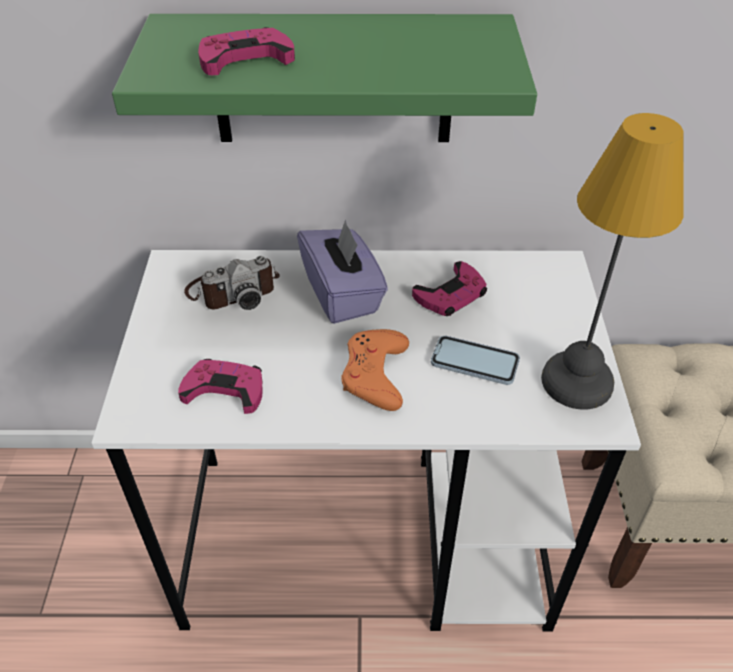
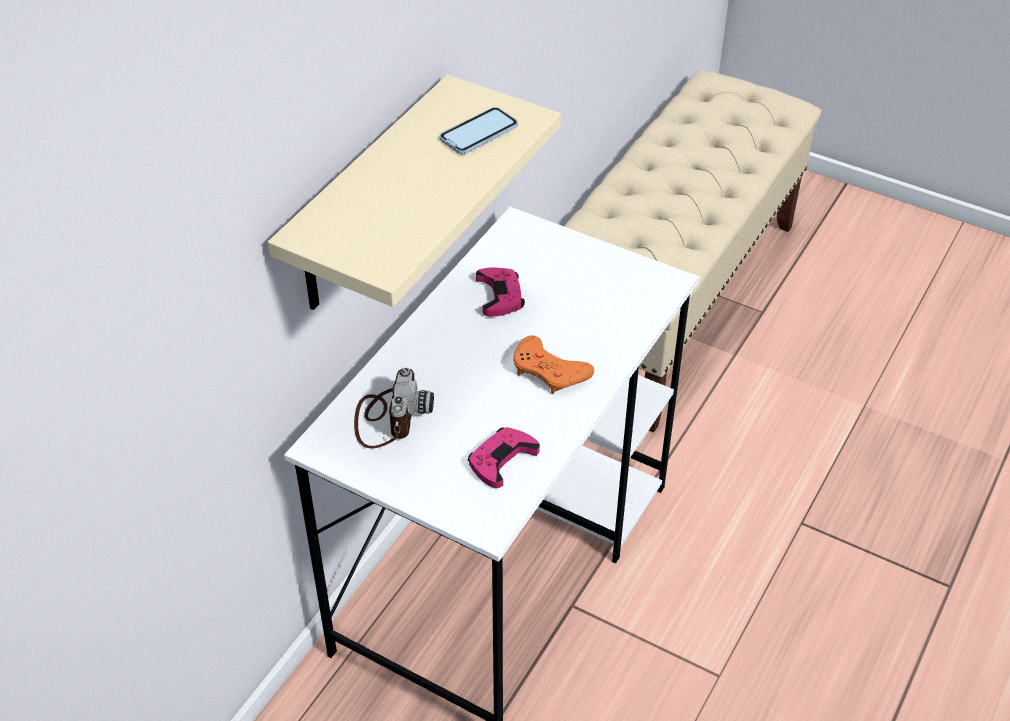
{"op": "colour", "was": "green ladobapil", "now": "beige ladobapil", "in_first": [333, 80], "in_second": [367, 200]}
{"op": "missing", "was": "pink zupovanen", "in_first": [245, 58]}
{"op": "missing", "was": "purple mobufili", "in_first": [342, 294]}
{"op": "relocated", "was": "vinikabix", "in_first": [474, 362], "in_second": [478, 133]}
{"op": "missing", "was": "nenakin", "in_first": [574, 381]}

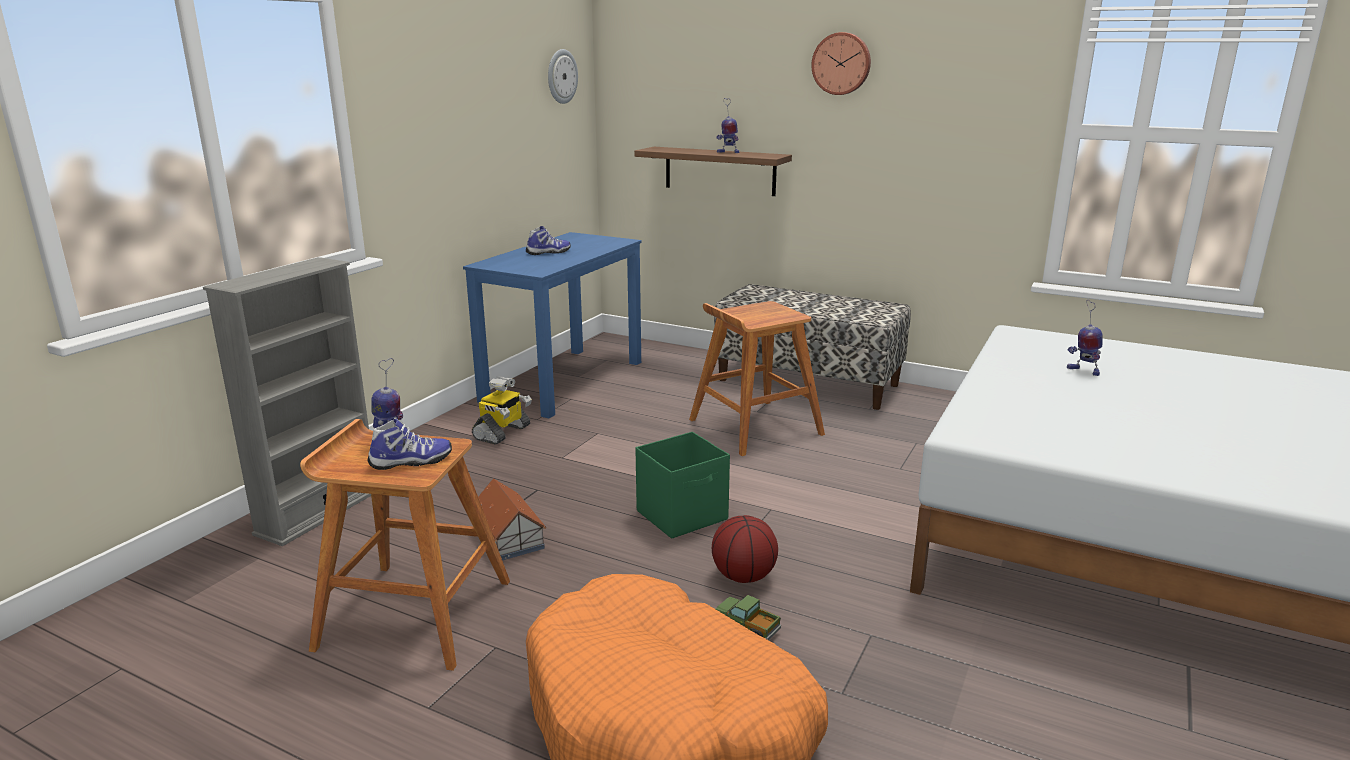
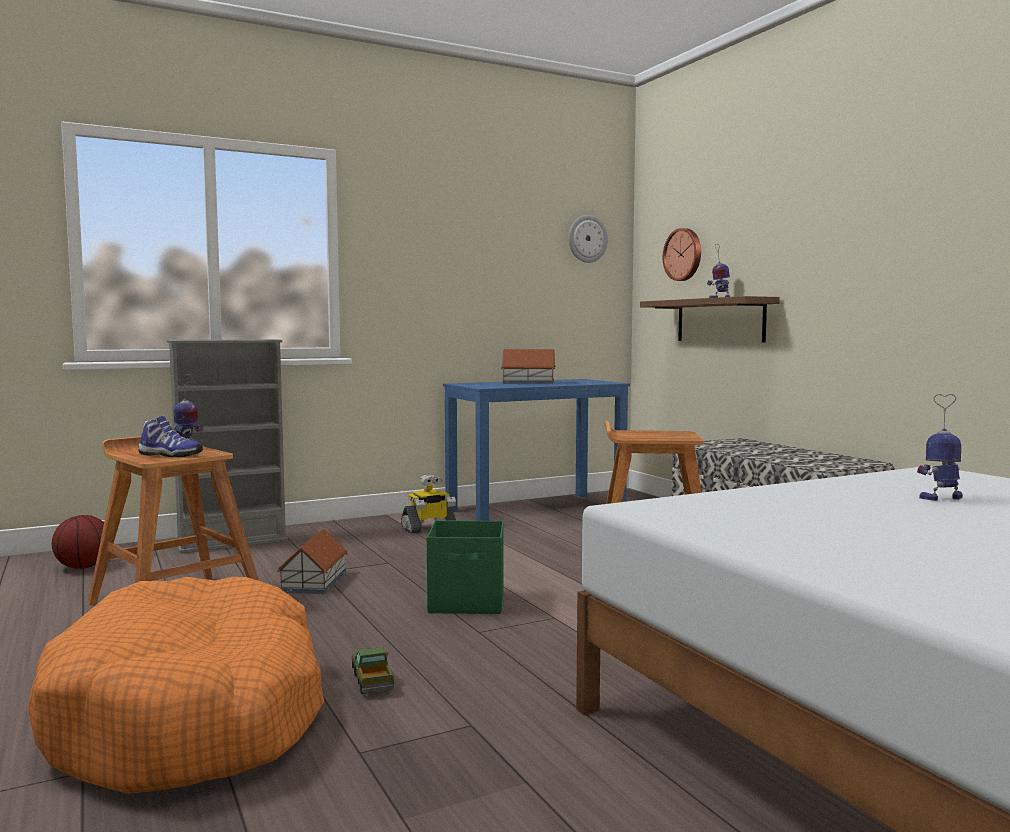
{"op": "exchanged", "was": "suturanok", "now": "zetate", "in_first": [549, 252], "in_second": [528, 383]}
{"op": "relocated", "was": "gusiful", "in_first": [743, 577], "in_second": [82, 567]}
{"op": "relocated", "was": "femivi", "in_first": [841, 63], "in_second": [684, 254]}
{"op": "spun", "was": "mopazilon", "in_first": [1083, 371], "in_second": [942, 498], "clockwise": 90}

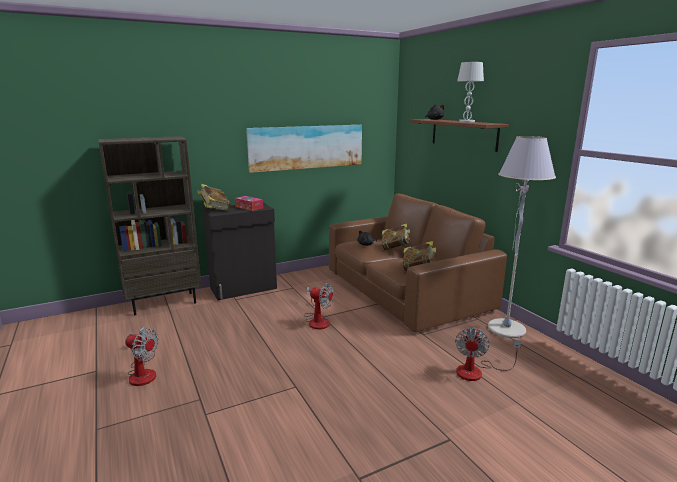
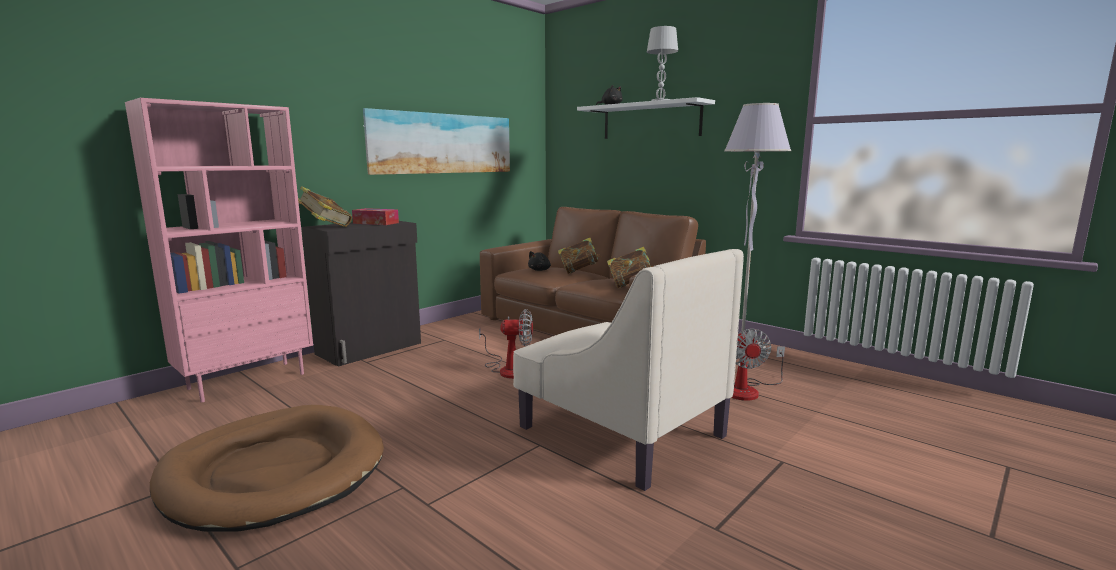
{"op": "colour", "was": "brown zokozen", "now": "pink zokozen", "in_first": [164, 303], "in_second": [247, 380]}
{"op": "exchanged", "was": "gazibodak", "now": "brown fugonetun", "in_first": [143, 372], "in_second": [274, 472]}
{"op": "colour", "was": "brown ladobapil", "now": "white ladobapil", "in_first": [463, 134], "in_second": [650, 121]}
{"op": "appeared", "now": "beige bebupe", "in_second": [620, 430]}

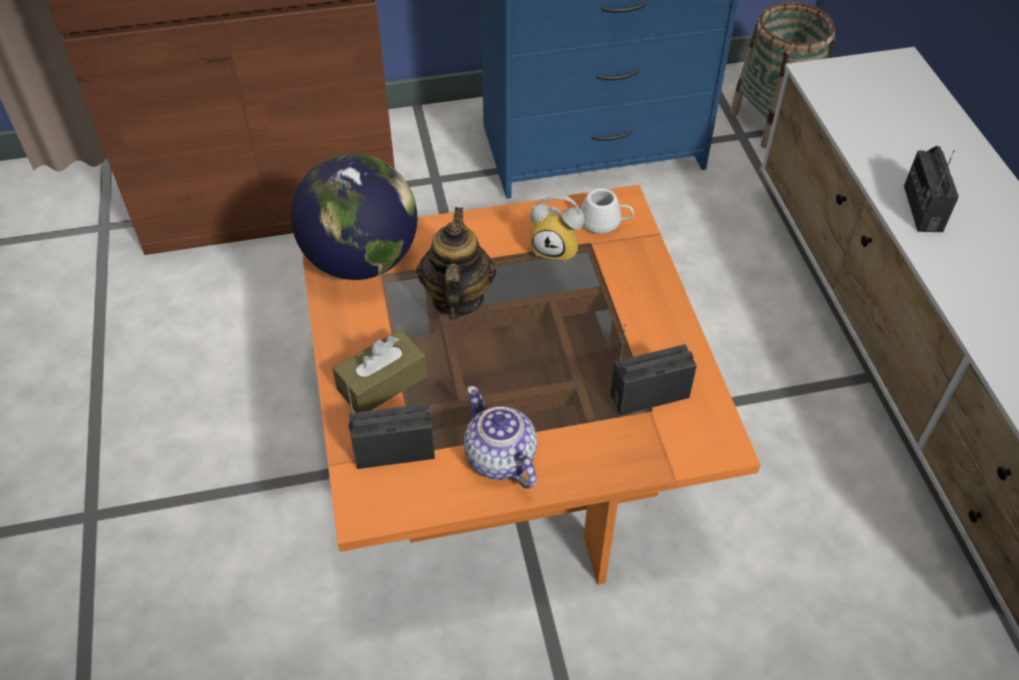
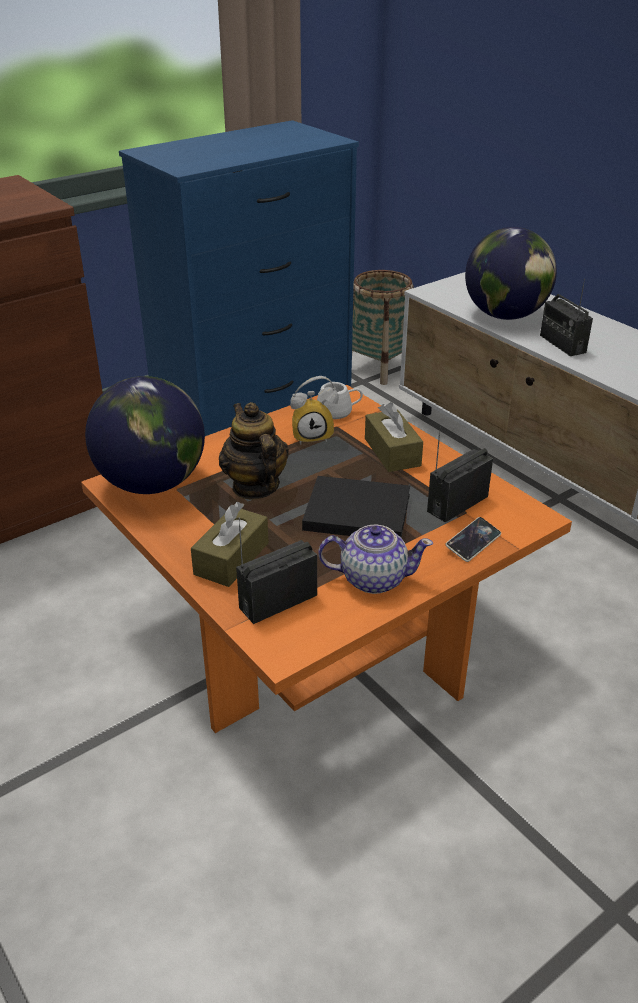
{"op": "spun", "was": "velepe", "in_first": [500, 459], "in_second": [372, 578], "clockwise": 150}
{"op": "appeared", "now": "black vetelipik", "in_second": [353, 511]}
{"op": "appeared", "now": "brown mobufili", "in_second": [392, 452]}
{"op": "appeared", "now": "vinikabix", "in_second": [473, 542]}
{"op": "appeared", "now": "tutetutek", "in_second": [505, 316]}

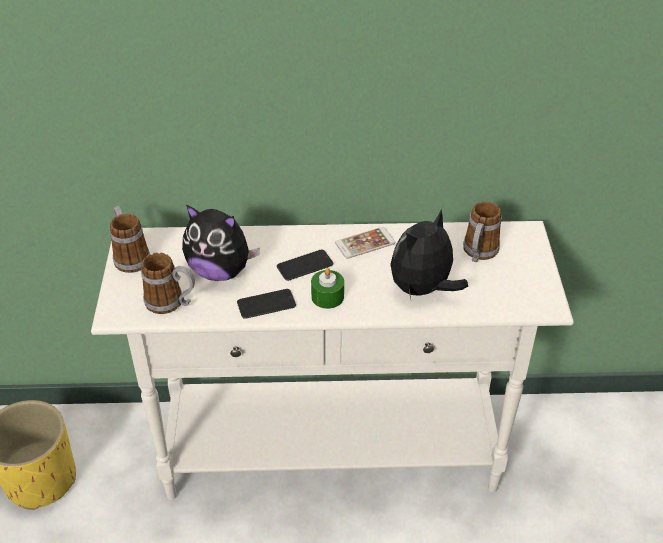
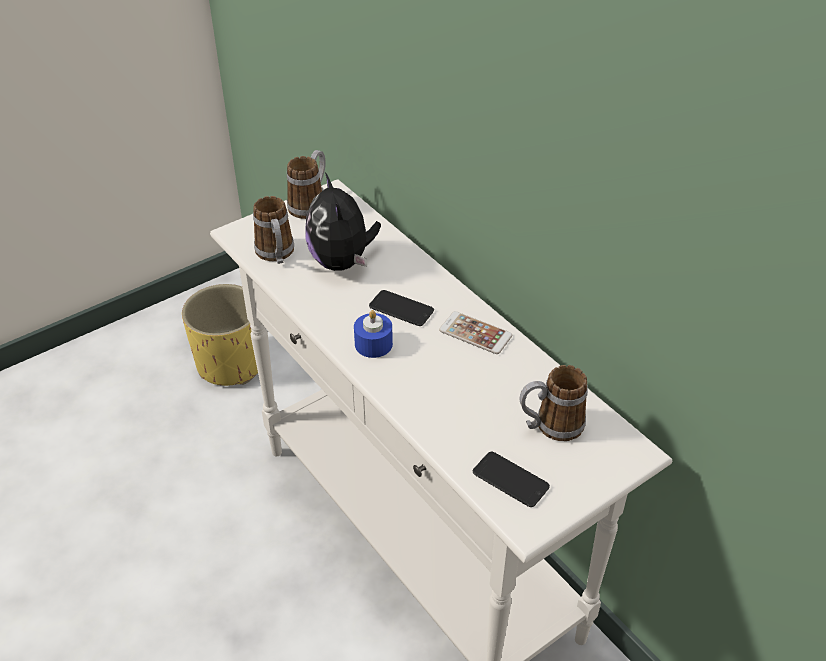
{"op": "relocated", "was": "vinikabix", "in_first": [266, 304], "in_second": [510, 480]}
{"op": "colour", "was": "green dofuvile", "now": "blue dofuvile", "in_first": [327, 296], "in_second": [373, 344]}
{"op": "missing", "was": "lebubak", "in_first": [423, 289]}

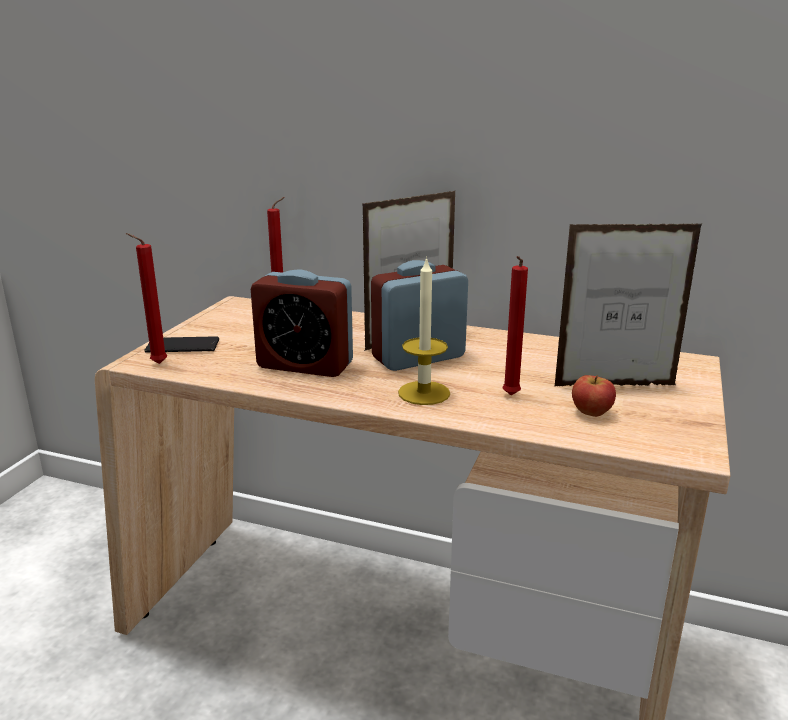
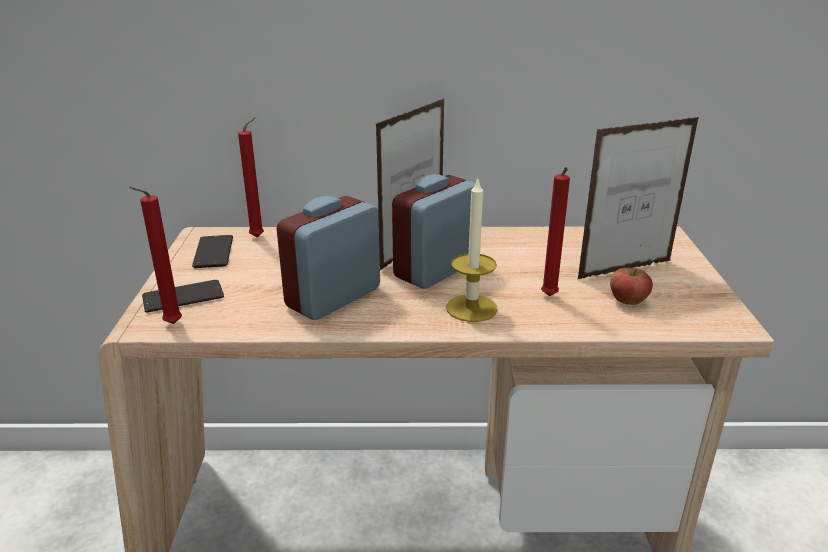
{"op": "spun", "was": "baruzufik", "in_first": [305, 365], "in_second": [333, 297], "clockwise": 135}
{"op": "appeared", "now": "vinikabix", "in_second": [213, 252]}

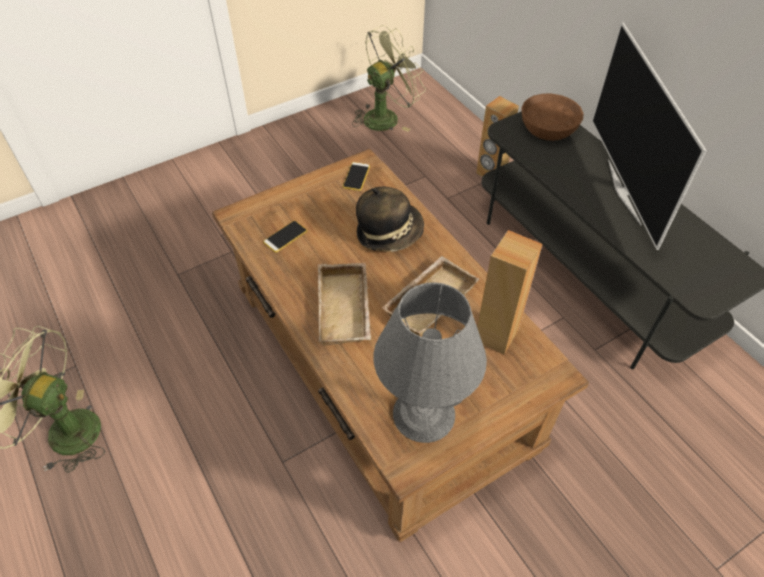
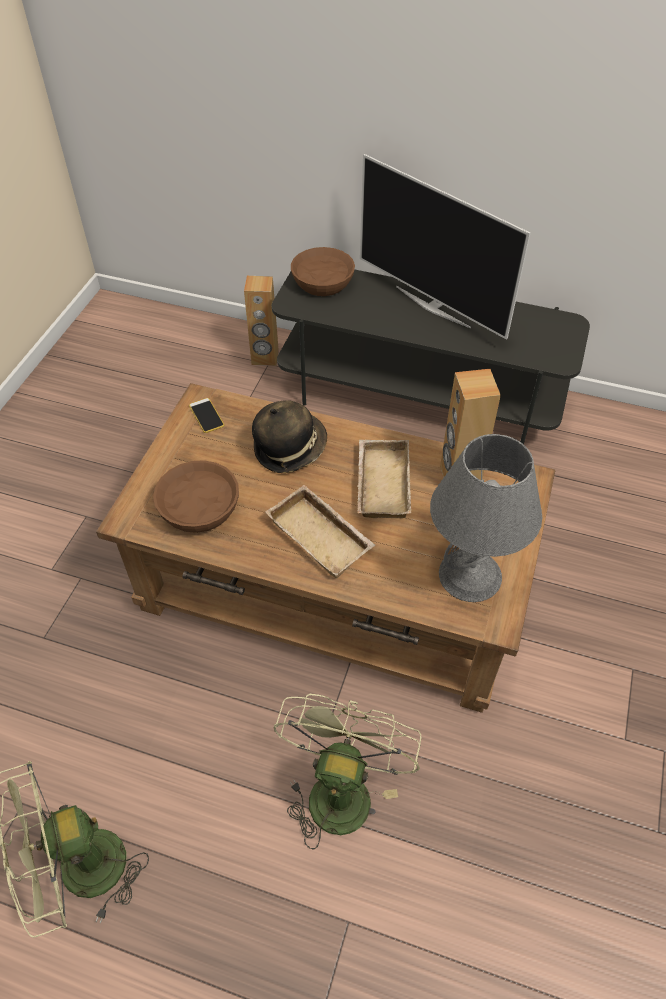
{"op": "exchanged", "was": "vinikabix", "now": "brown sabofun", "in_first": [285, 237], "in_second": [198, 509]}
{"op": "relocated", "was": "green gazibodak", "in_first": [386, 116], "in_second": [340, 787]}

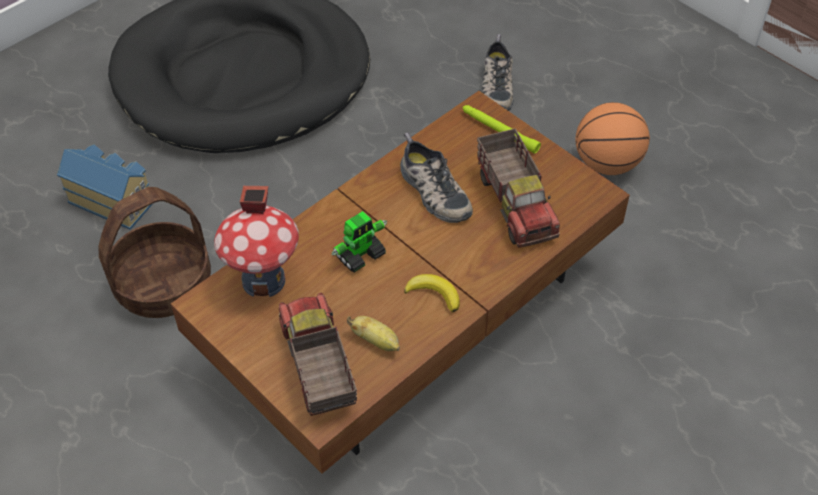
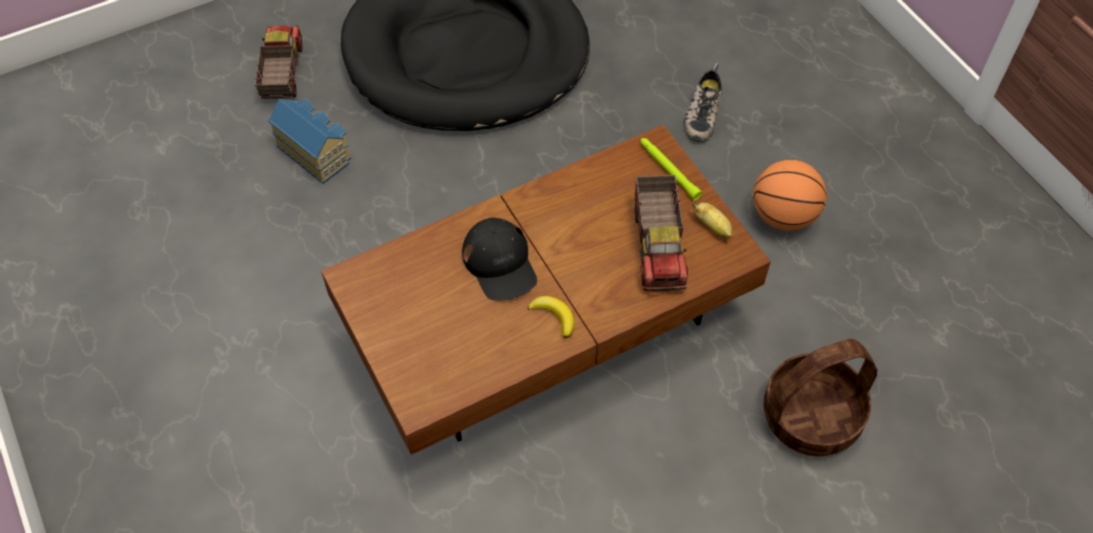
{"op": "relocated", "was": "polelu", "in_first": [163, 285], "in_second": [811, 416]}
{"op": "missing", "was": "zetate", "in_first": [264, 280]}
{"op": "relocated", "was": "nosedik", "in_first": [317, 367], "in_second": [281, 74]}
{"op": "exchanged", "was": "mopazilon", "now": "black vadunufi", "in_first": [360, 255], "in_second": [500, 263]}
{"op": "relocated", "was": "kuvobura", "in_first": [376, 341], "in_second": [712, 227]}
{"op": "missing", "was": "suturanok", "in_first": [432, 191]}

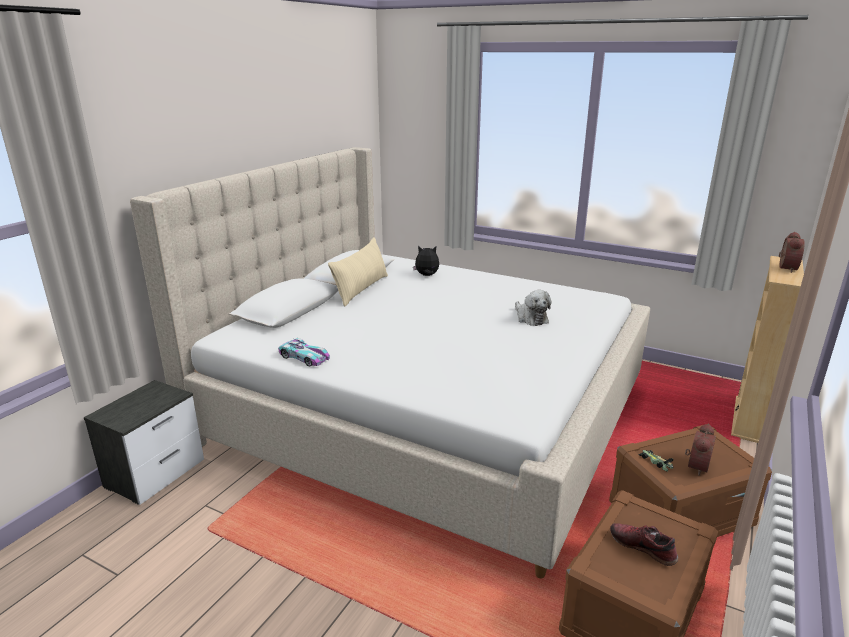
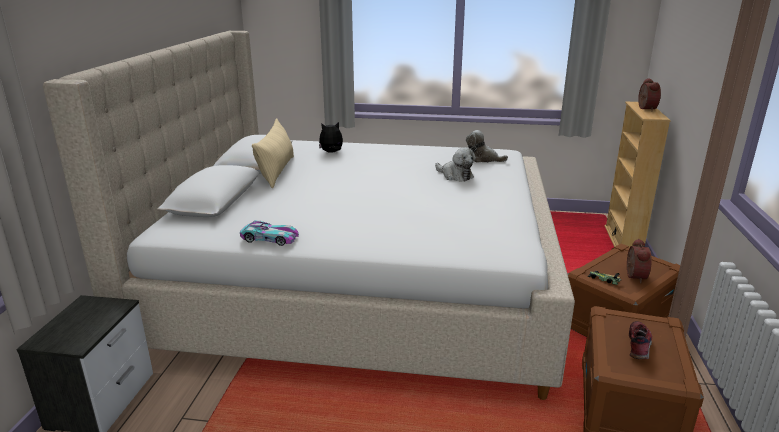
{"op": "spun", "was": "suturanok", "in_first": [643, 547], "in_second": [639, 345], "clockwise": 90}
{"op": "appeared", "now": "lebubak", "in_second": [482, 159]}

